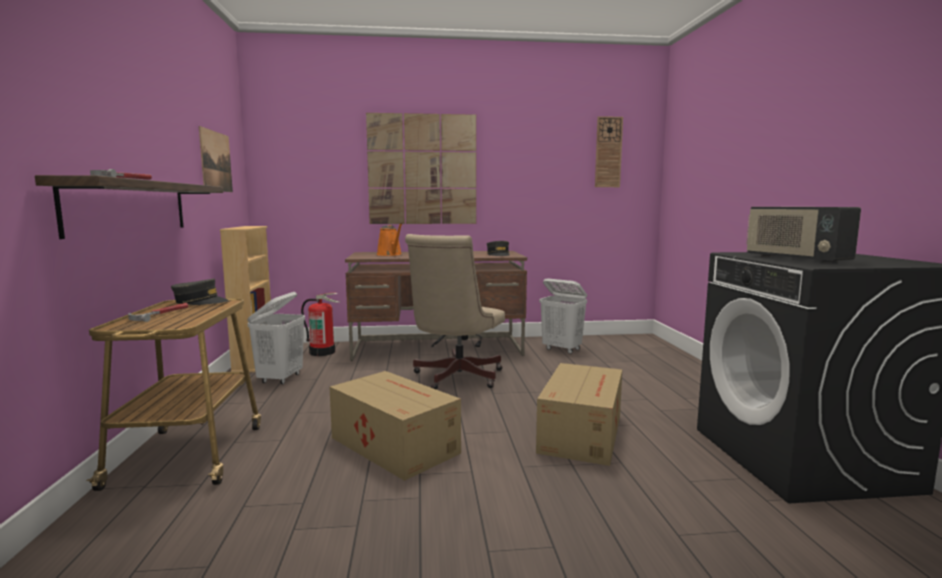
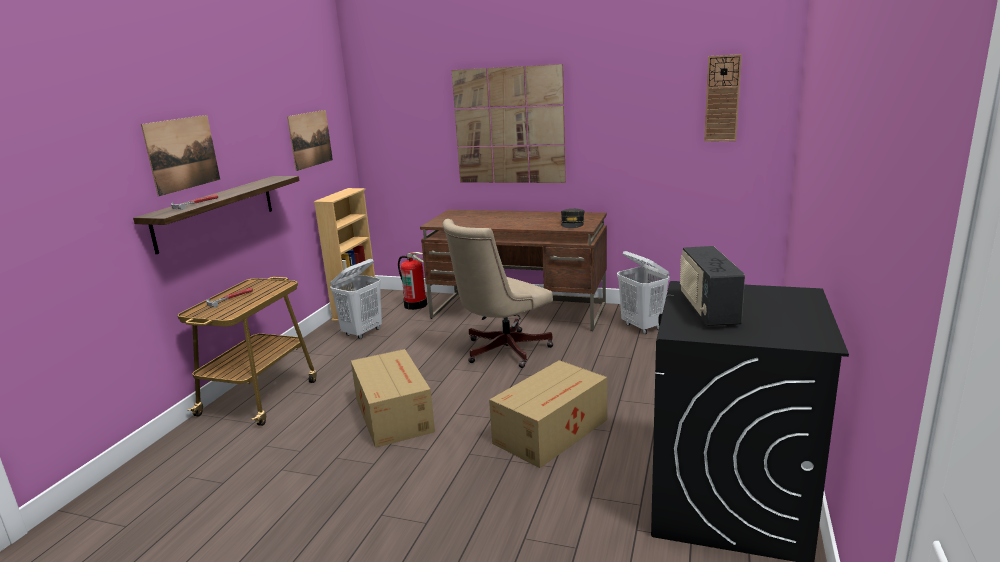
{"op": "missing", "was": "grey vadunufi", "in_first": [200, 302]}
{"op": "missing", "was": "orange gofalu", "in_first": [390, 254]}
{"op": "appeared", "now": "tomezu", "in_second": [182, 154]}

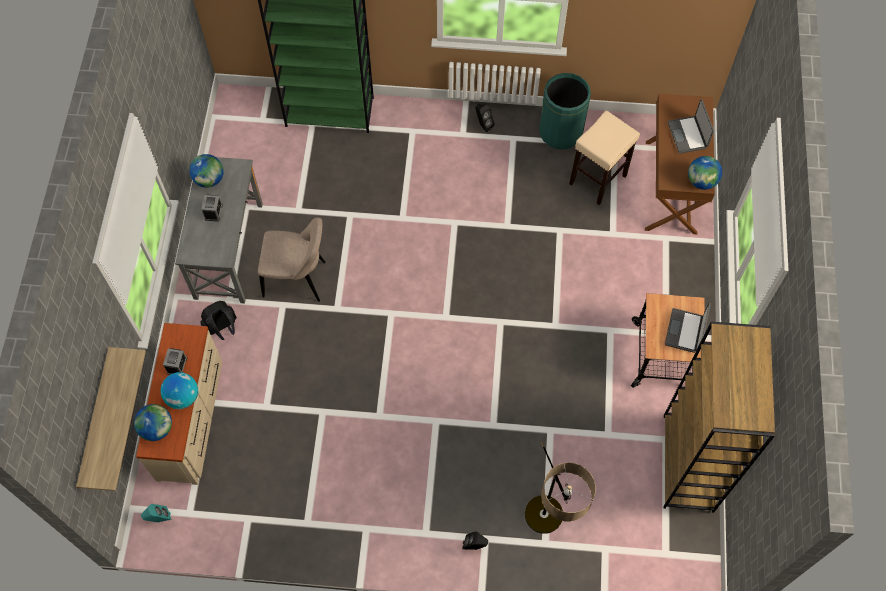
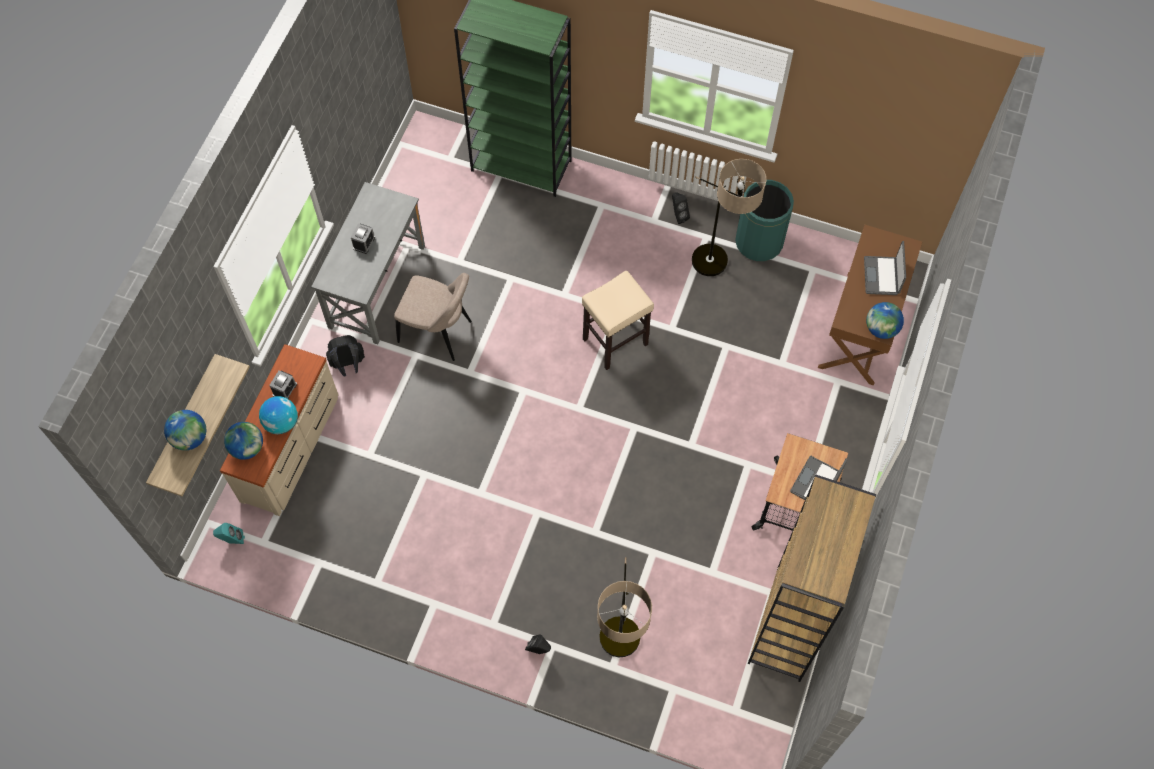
{"op": "relocated", "was": "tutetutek", "in_first": [209, 179], "in_second": [190, 438]}
{"op": "relocated", "was": "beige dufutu", "in_first": [598, 179], "in_second": [616, 341]}
{"op": "appeared", "now": "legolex", "in_second": [717, 272]}

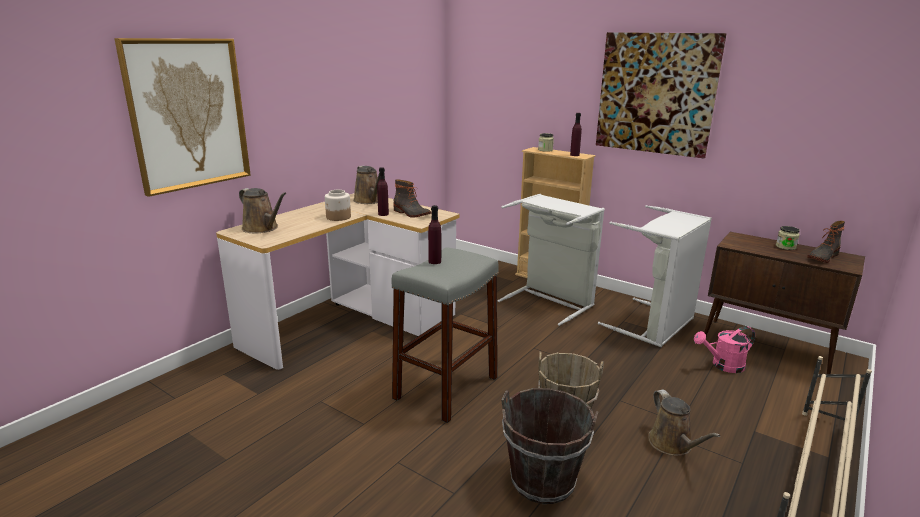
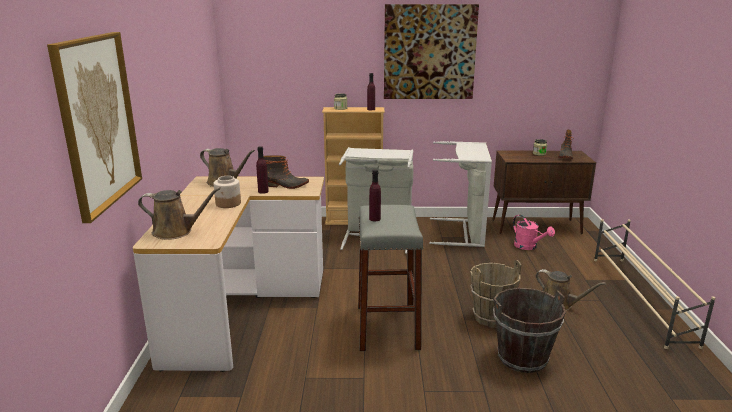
{"op": "spun", "was": "pink gofalu", "in_first": [723, 366], "in_second": [529, 247], "clockwise": -75}

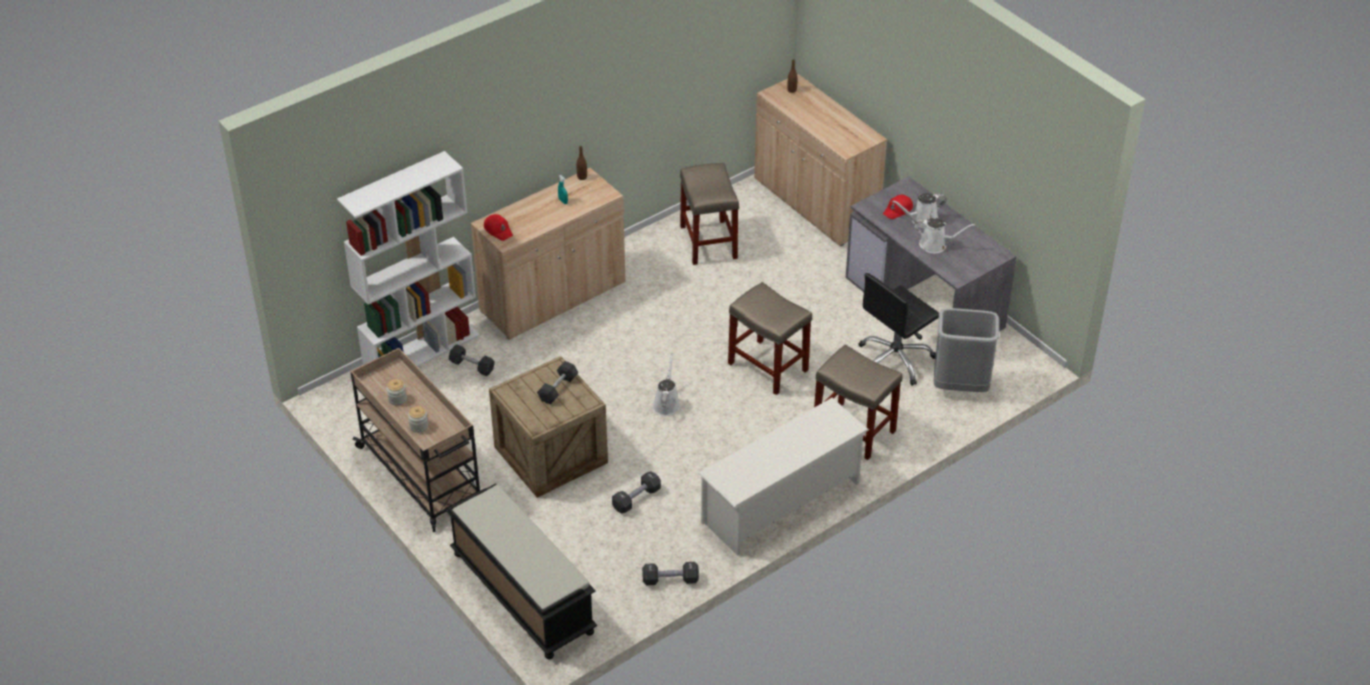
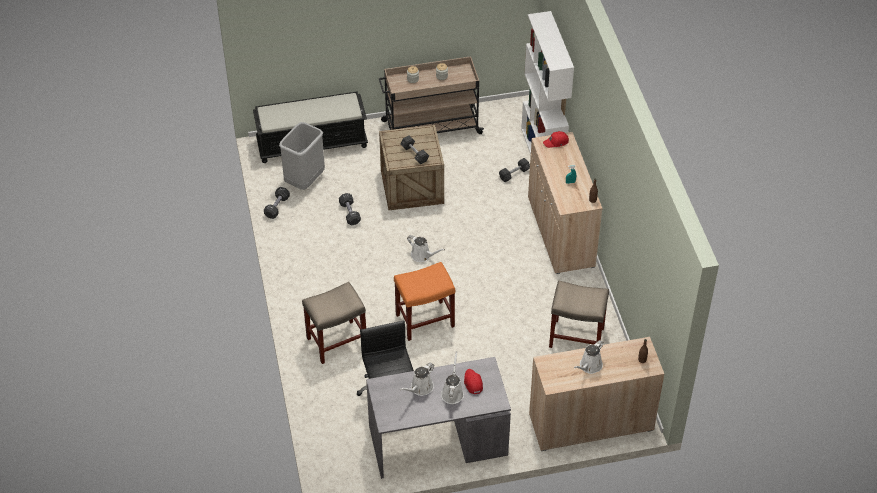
{"op": "missing", "was": "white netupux", "in_first": [781, 503]}
{"op": "colour", "was": "beige dufutu", "now": "orange dufutu", "in_first": [769, 367], "in_second": [424, 321]}
{"op": "relocated", "was": "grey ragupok", "in_first": [960, 387], "in_second": [304, 180]}
{"op": "appeared", "now": "white gofalu", "in_second": [589, 366]}

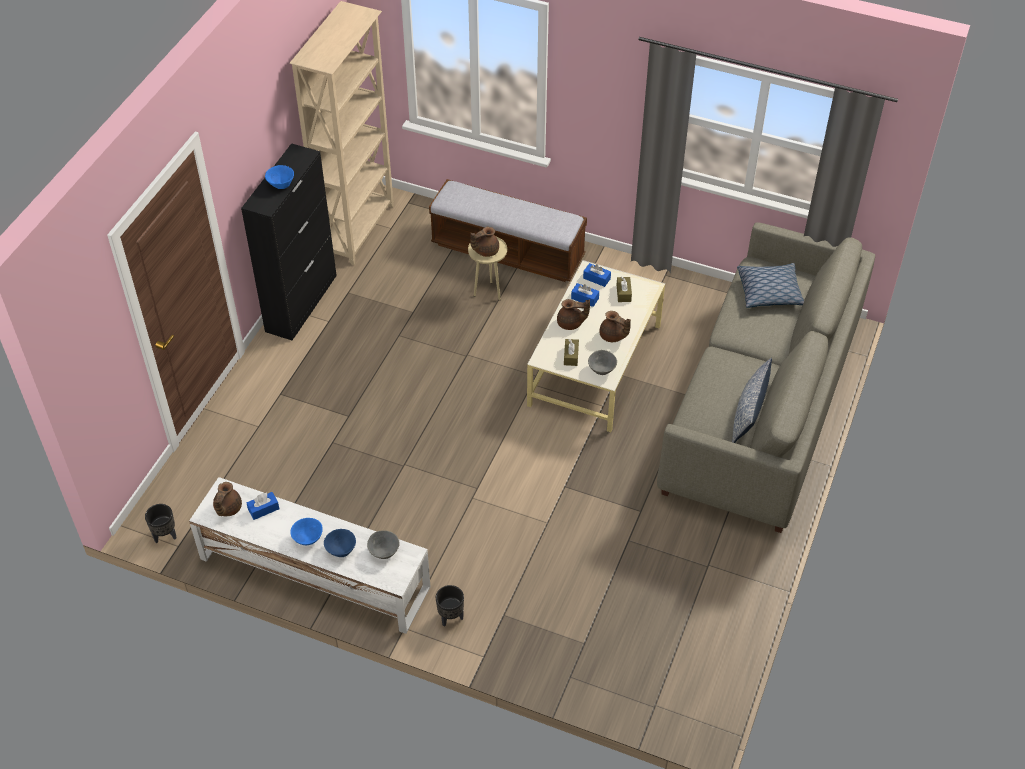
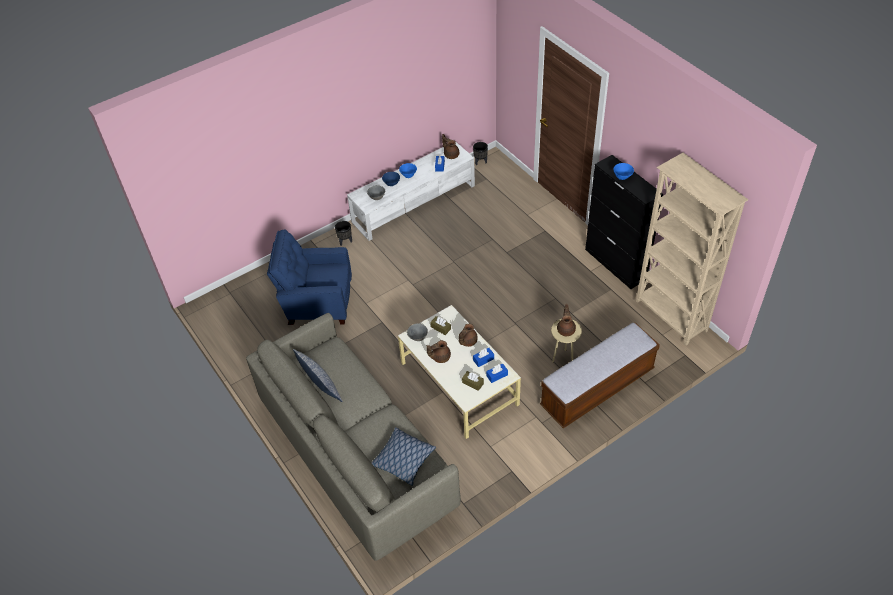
{"op": "appeared", "now": "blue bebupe", "in_second": [317, 303]}

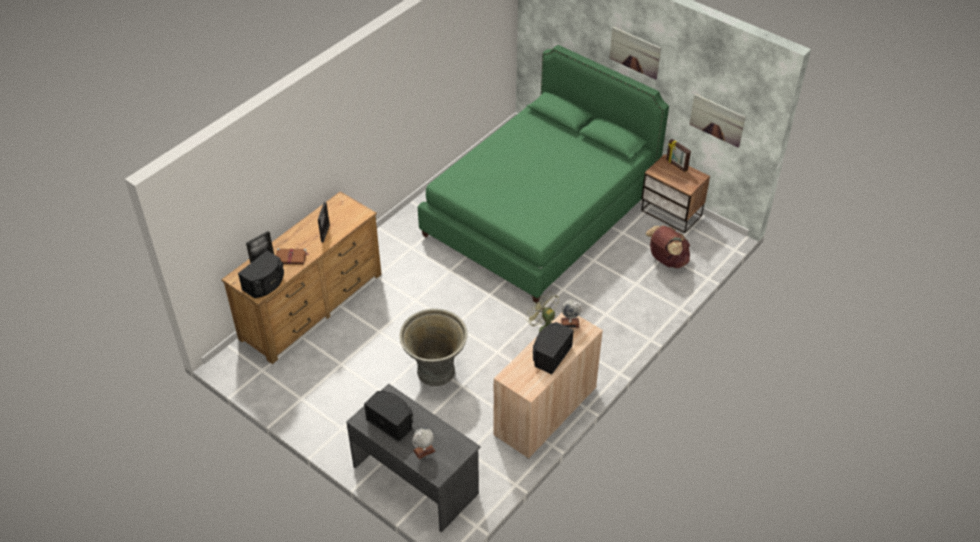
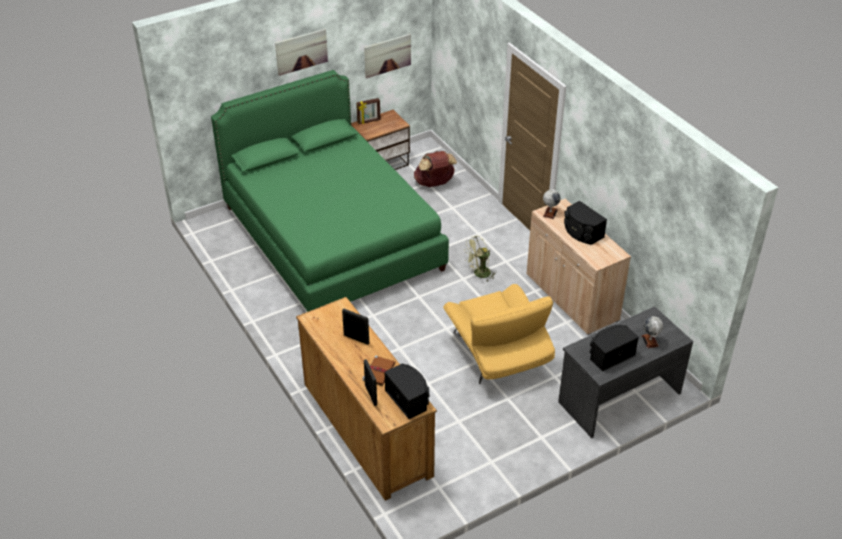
{"op": "exchanged", "was": "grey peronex", "now": "yellow bebupe", "in_first": [435, 372], "in_second": [498, 355]}

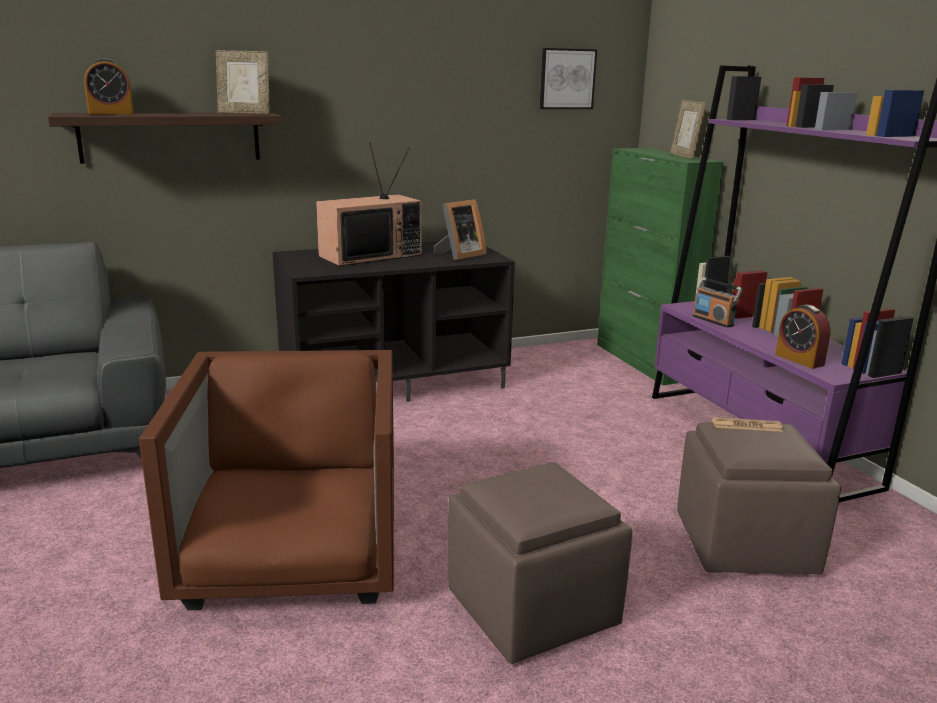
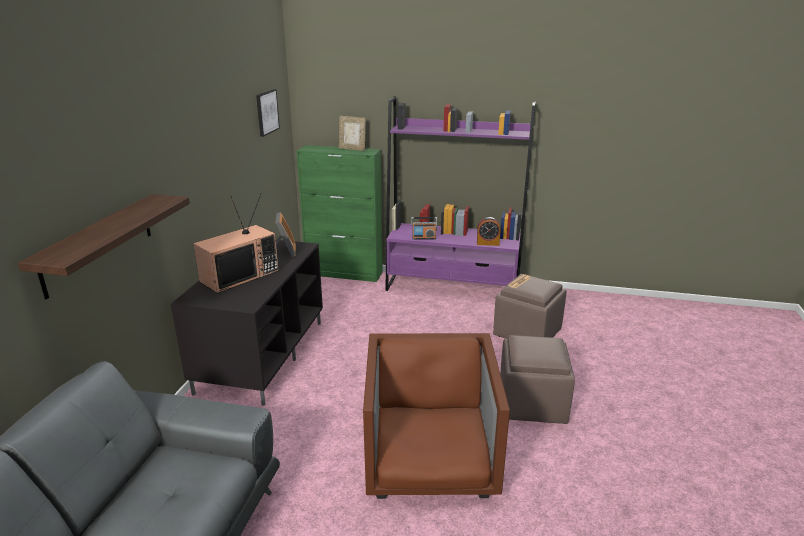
{"op": "missing", "was": "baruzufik", "in_first": [111, 113]}
{"op": "spun", "was": "brown bebupe", "in_first": [294, 555], "in_second": [430, 460], "clockwise": 60}
{"op": "missing", "was": "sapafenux", "in_first": [245, 113]}
{"op": "spun", "was": "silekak", "in_first": [370, 255], "in_second": [240, 275], "clockwise": 45}

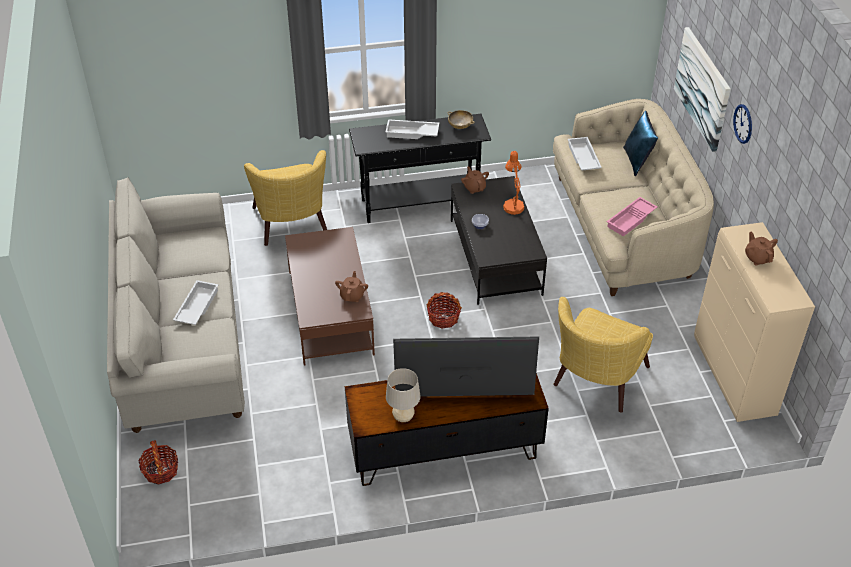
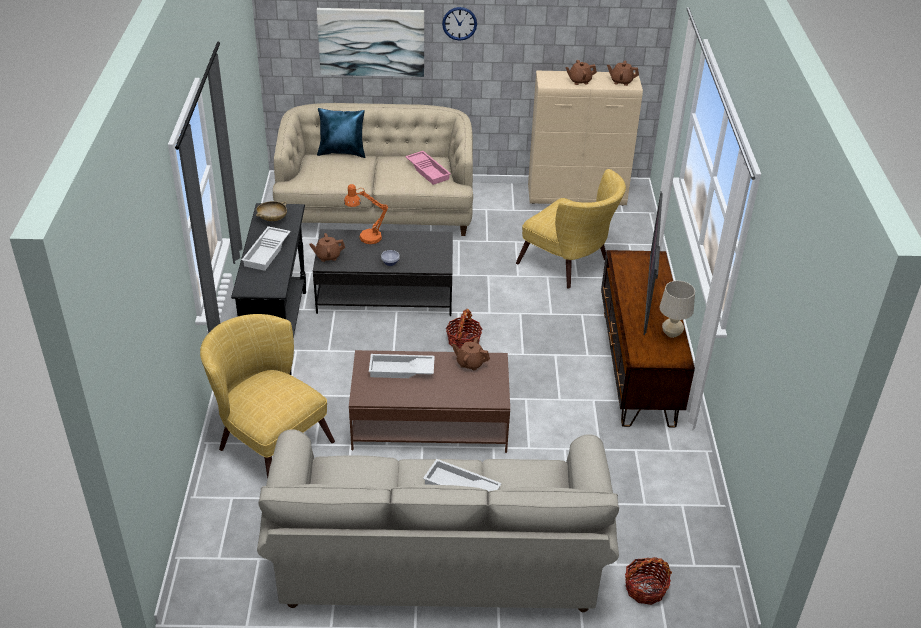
{"op": "spun", "was": "yellow bebupe", "in_first": [292, 227], "in_second": [268, 440], "clockwise": -135}
{"op": "relocated", "was": "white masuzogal", "in_first": [582, 158], "in_second": [401, 370]}
{"op": "appeared", "now": "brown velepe", "in_second": [621, 81]}

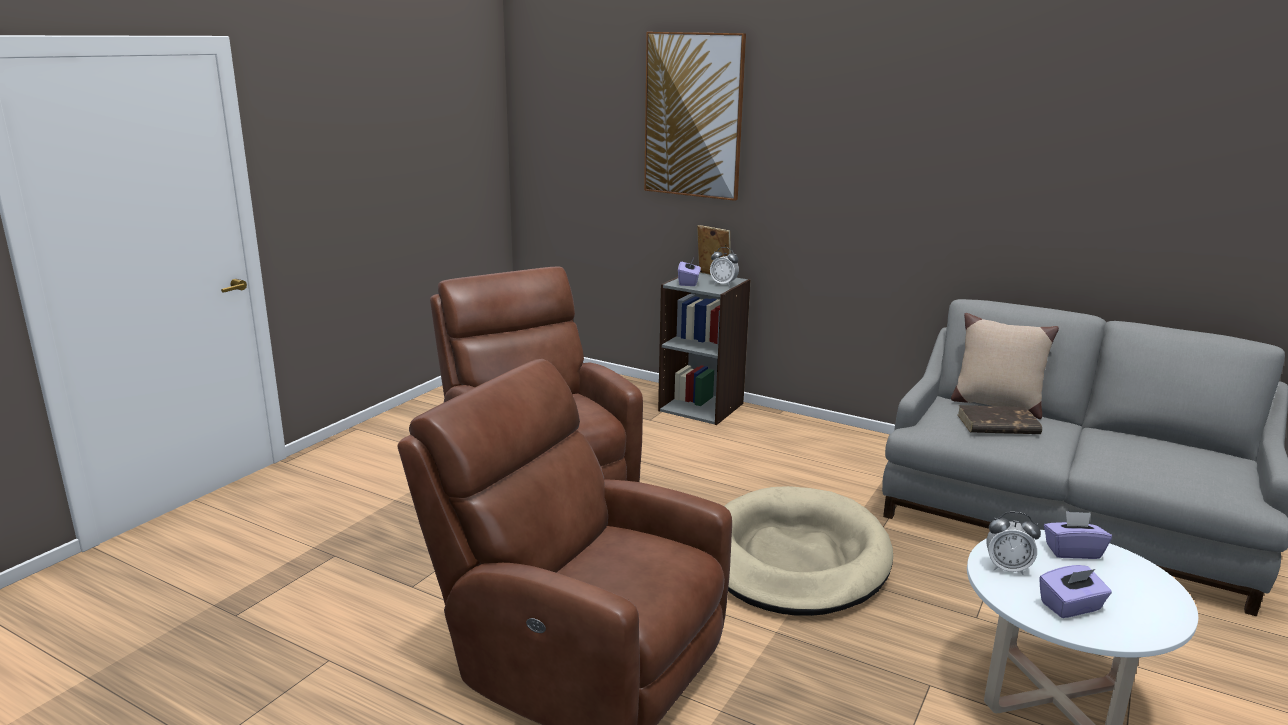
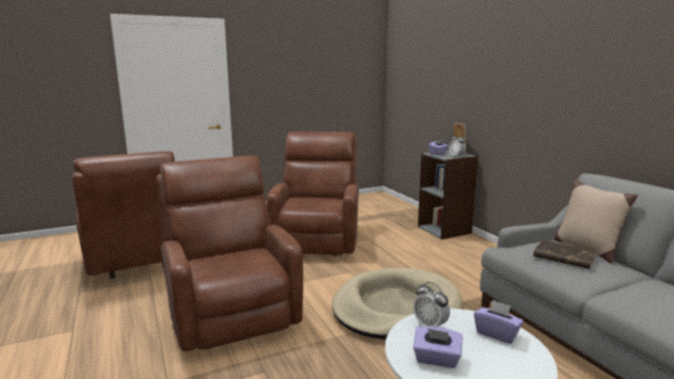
{"op": "missing", "was": "tomezu", "in_first": [693, 116]}
{"op": "appeared", "now": "brown bebupe", "in_second": [136, 262]}

